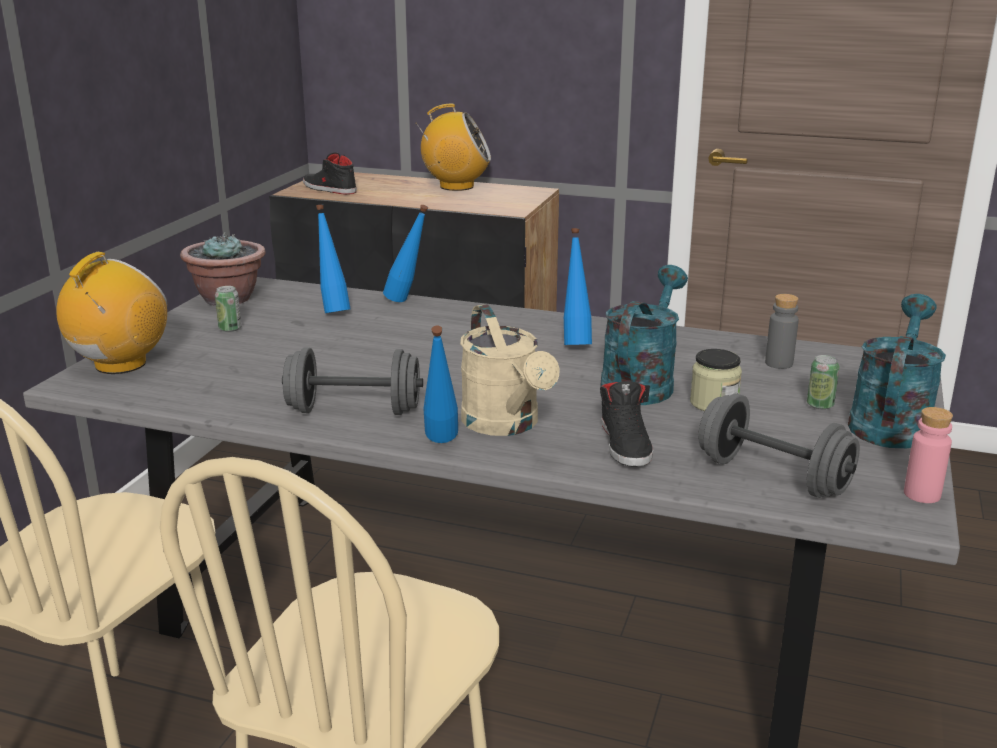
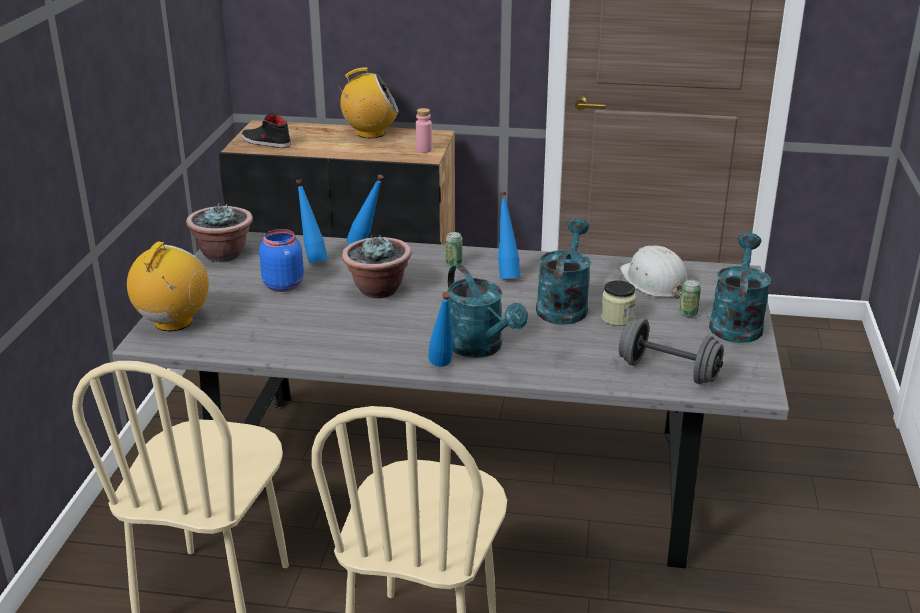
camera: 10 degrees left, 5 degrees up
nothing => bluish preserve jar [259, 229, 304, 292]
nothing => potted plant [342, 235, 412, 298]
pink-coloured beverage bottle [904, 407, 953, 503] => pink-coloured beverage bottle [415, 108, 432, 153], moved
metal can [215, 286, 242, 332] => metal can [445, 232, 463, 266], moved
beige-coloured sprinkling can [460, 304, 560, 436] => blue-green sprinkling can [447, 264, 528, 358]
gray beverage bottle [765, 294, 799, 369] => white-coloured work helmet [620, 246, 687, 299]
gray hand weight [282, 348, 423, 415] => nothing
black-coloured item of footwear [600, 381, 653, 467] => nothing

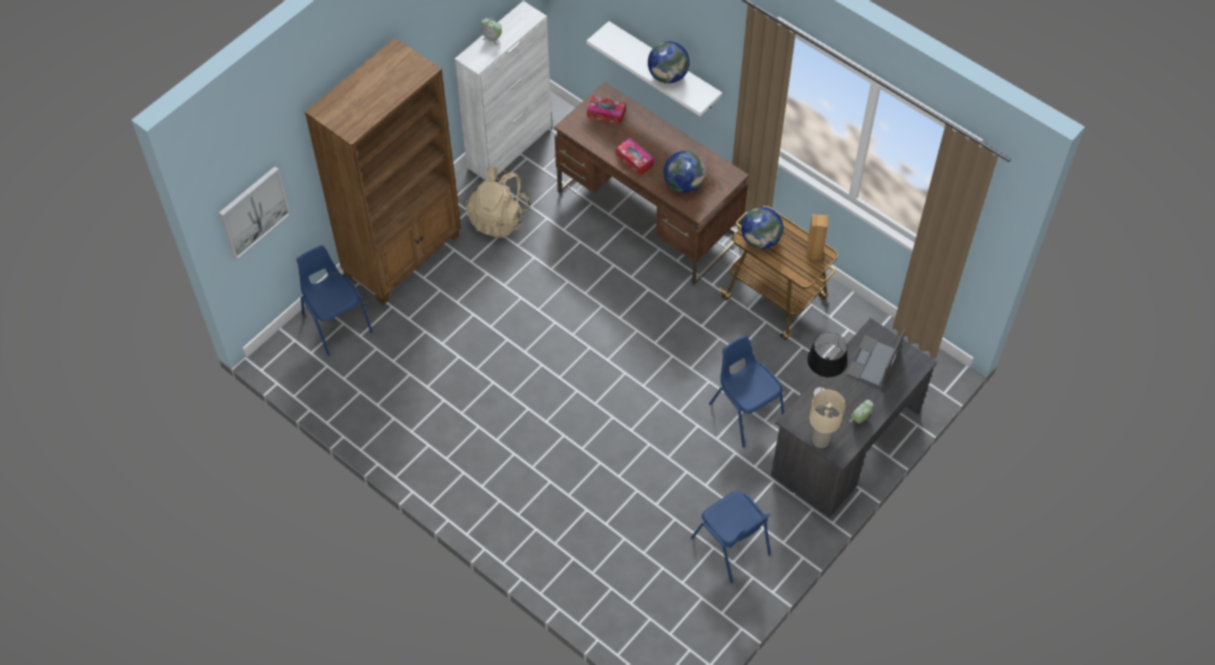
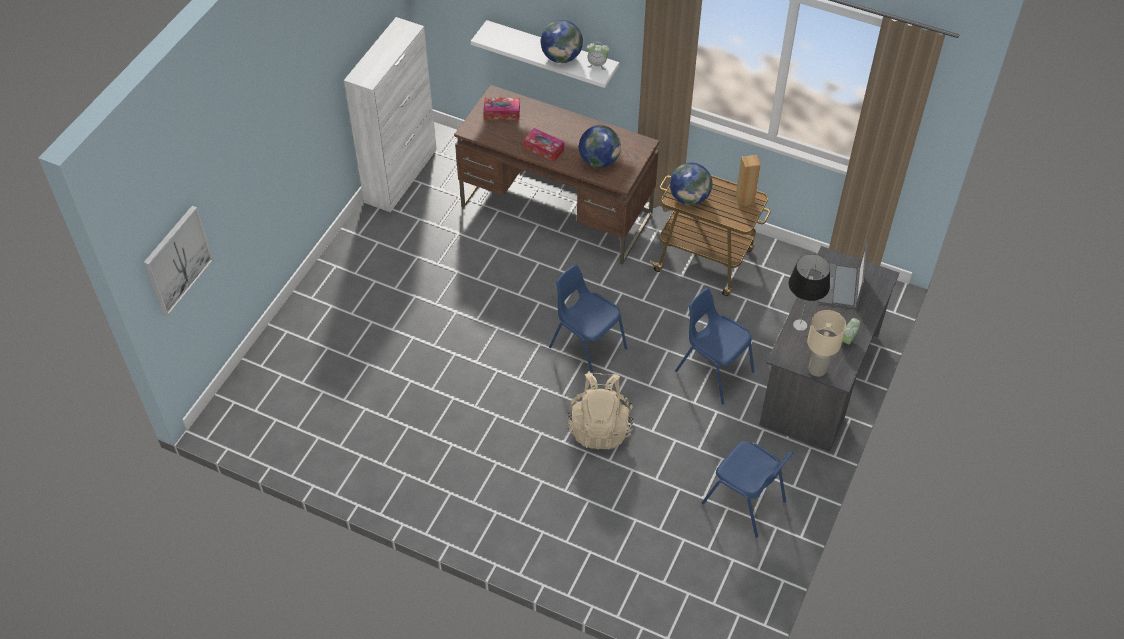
camera: 15 degrees left, 5 degrees down
bluish chair [297, 245, 373, 356] => bluish chair [549, 264, 627, 376], moved
beige-coloured knapsack [466, 166, 531, 238] => beige-coloured knapsack [567, 371, 633, 449], moved
bedside clock [481, 18, 502, 45] => bedside clock [587, 42, 609, 70], moved
brown-coloured bookshelf [305, 38, 461, 305] => nothing

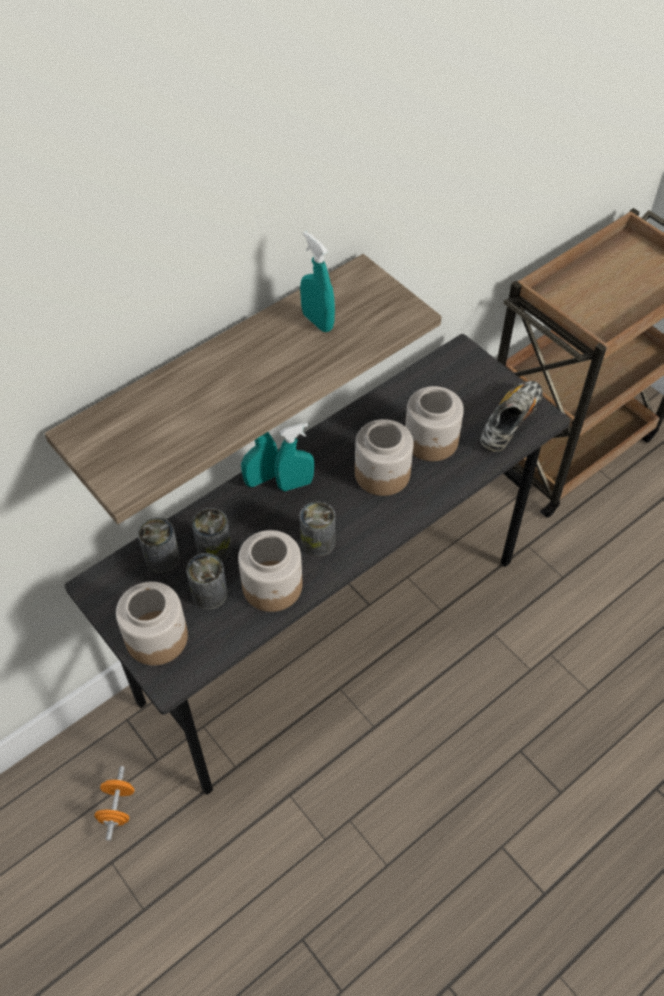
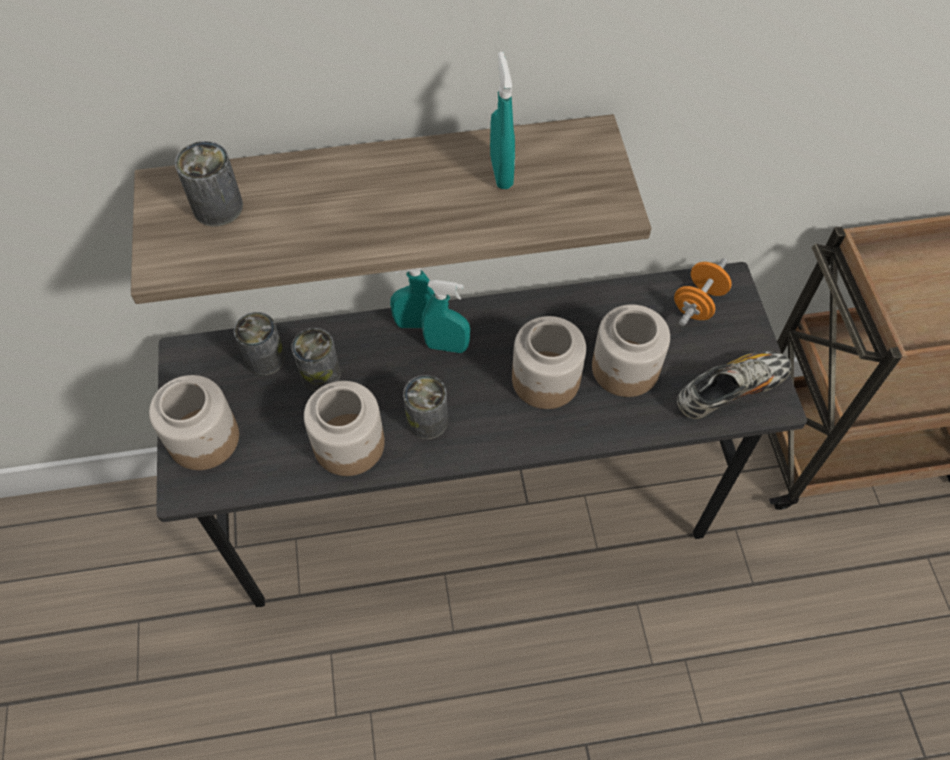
camera: 30 degrees right, 5 degrees up
metal can [186, 553, 228, 609] => metal can [175, 141, 243, 227], moved
orangey hand weight [95, 766, 134, 841] => orangey hand weight [674, 258, 732, 326], moved

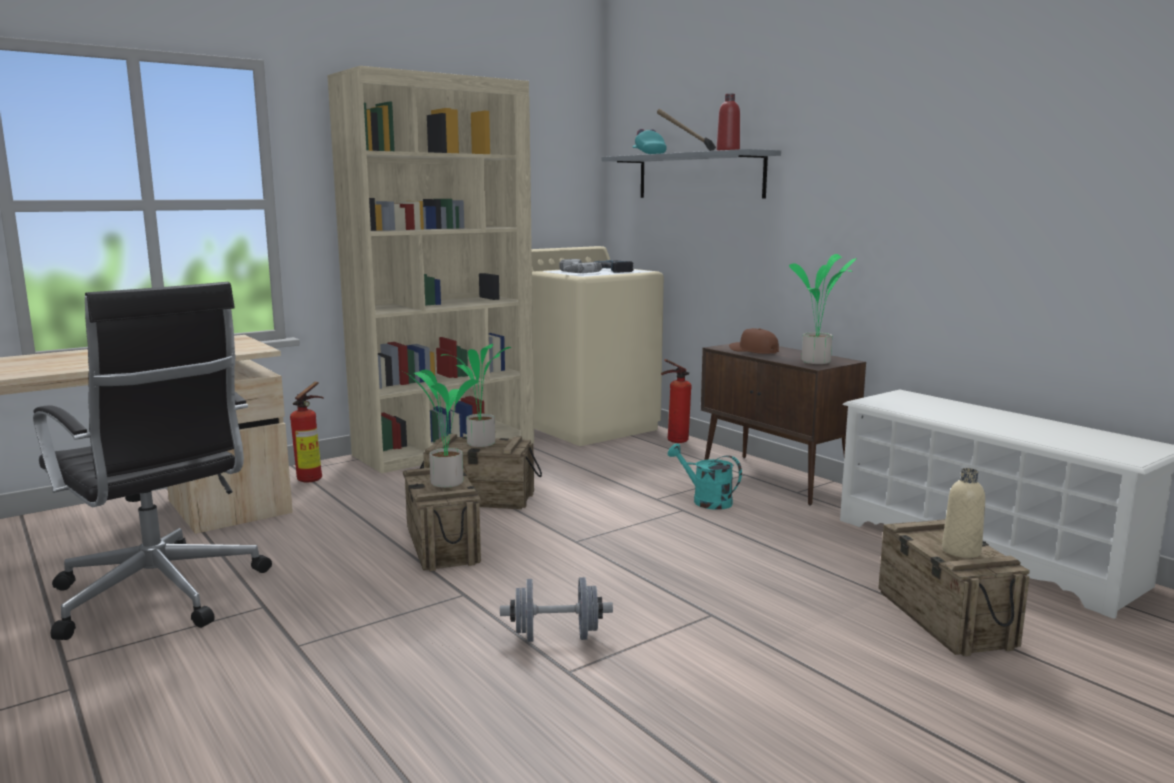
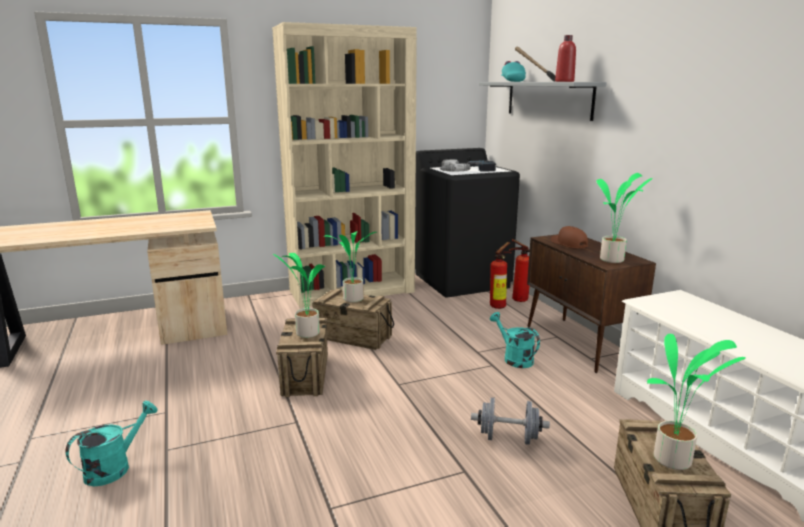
camera: 15 degrees right, 5 degrees up
nothing => blue-green sprinkling can [66, 401, 158, 486]
beige-coloured laundry machine [532, 246, 664, 446] => black-coloured laundry machine [415, 148, 520, 297]
gray hand weight [500, 577, 613, 642] => gray hand weight [471, 397, 550, 445], moved
extinguisher [290, 382, 324, 482] => extinguisher [490, 242, 512, 309], moved
beige-coloured beverage bottle [942, 468, 985, 558] => potted plant [647, 334, 746, 470]
black-coloured desk chair [33, 282, 272, 640] => nothing

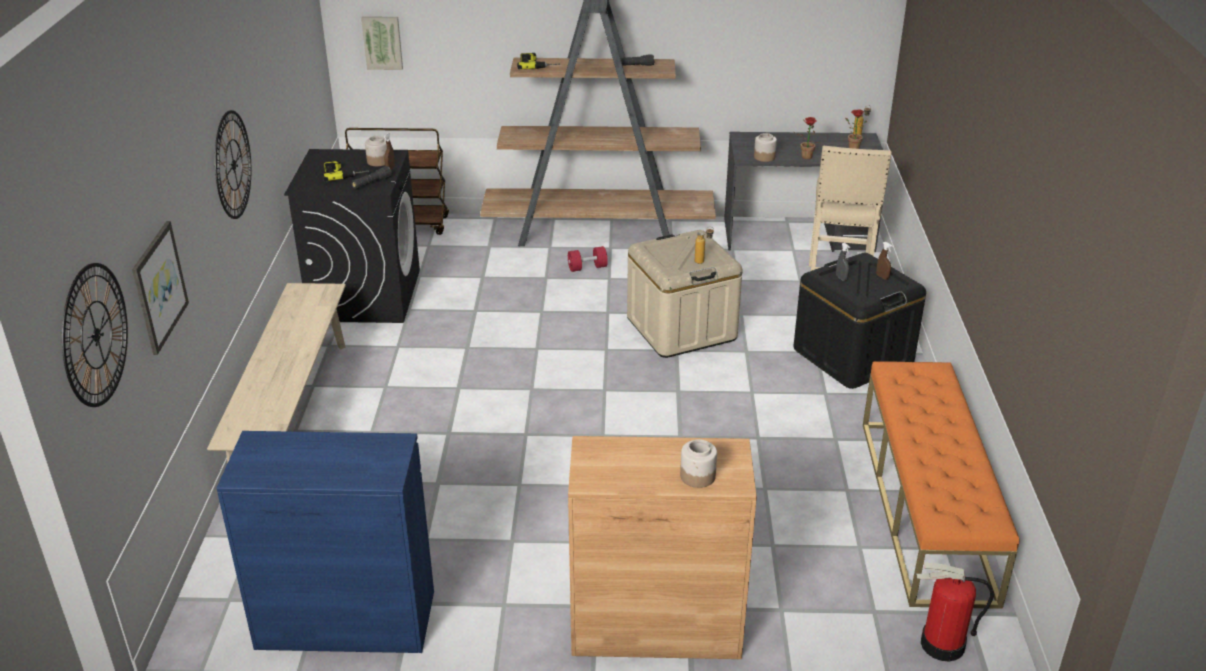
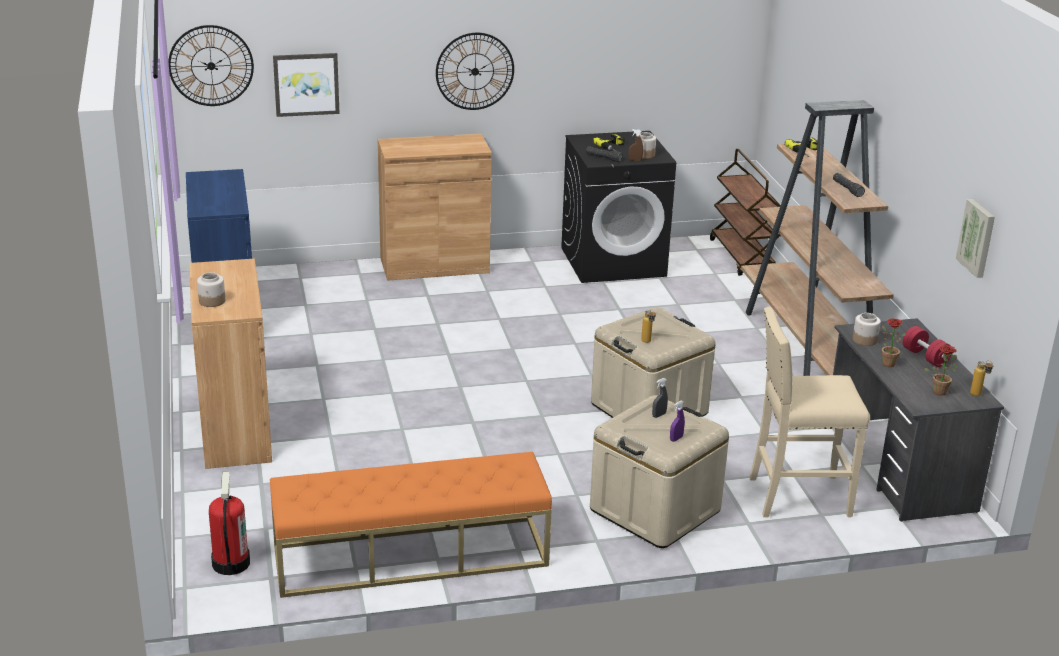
camera: 75 degrees right, 5 degrees down
beige-coloured indoor bench [207, 283, 346, 463] => brown-coloured storage cabinet [378, 134, 492, 281]
black-coloured storage container [794, 253, 926, 389] => beige-coloured storage container [590, 395, 729, 548]
brown-coloured spray bottle [876, 242, 893, 280] => purplish spray bottle [670, 400, 685, 442]
red-coloured hand weight [568, 246, 608, 272] => red-coloured hand weight [903, 326, 952, 367], moved
wall picture [361, 16, 403, 70] => wall picture [956, 199, 995, 278], moved

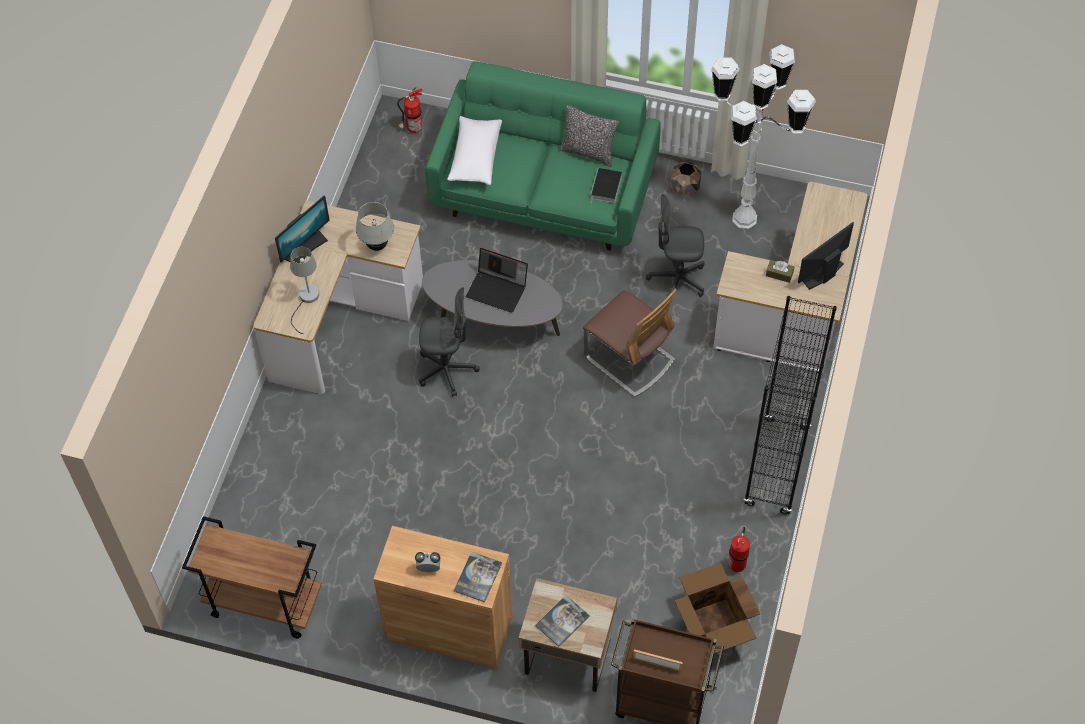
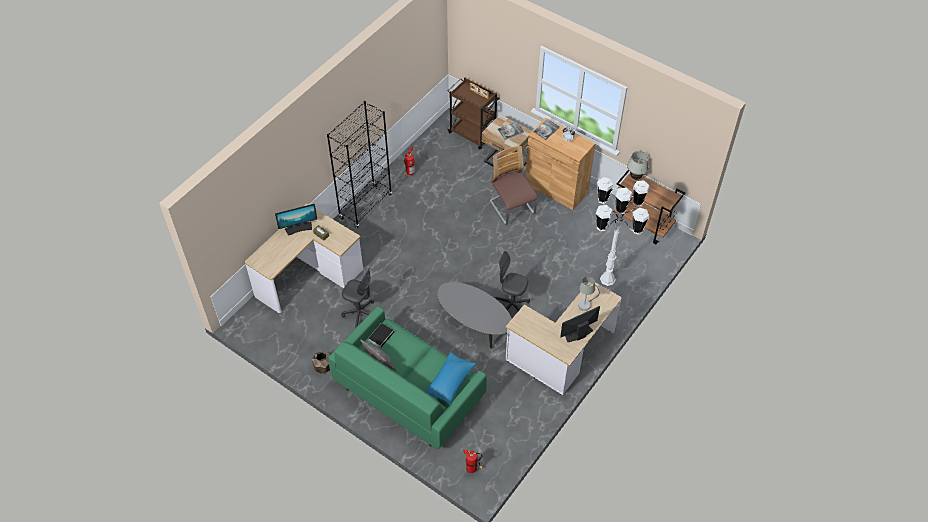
camera: 160 degrees left, 5 degrees down
white-coloured throw pillow [447, 116, 502, 185] => bluish throw pillow [425, 352, 475, 405]
chair [583, 289, 677, 397] => chair [489, 146, 538, 225], moved
white-coloured floor lamp [711, 44, 816, 229] => white-coloured floor lamp [596, 177, 650, 286], moved
white-coloured lamp for a table [356, 202, 394, 251] => white-coloured lamp for a table [627, 151, 649, 180], moved
notebook computer [466, 248, 528, 313] => nothing
carton [675, 563, 760, 654] => nothing

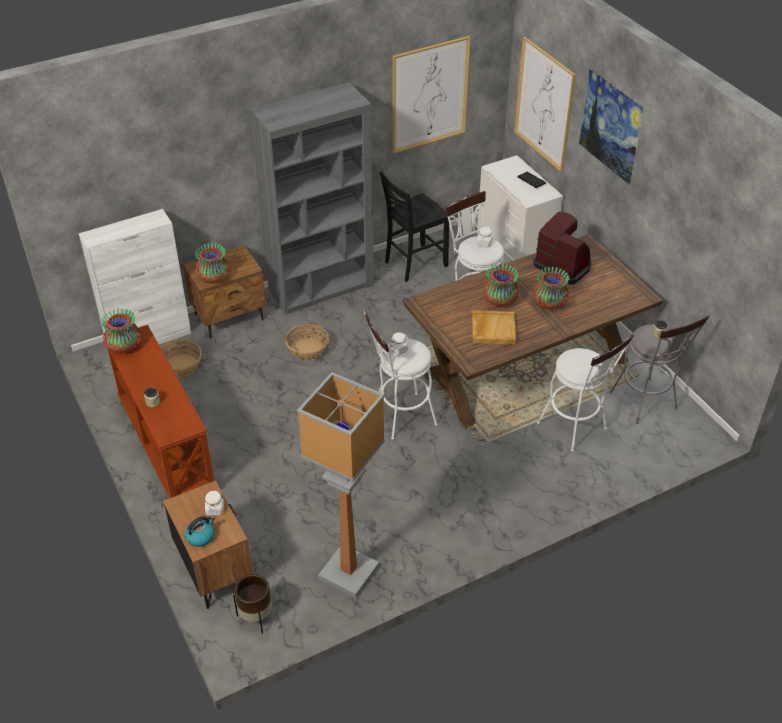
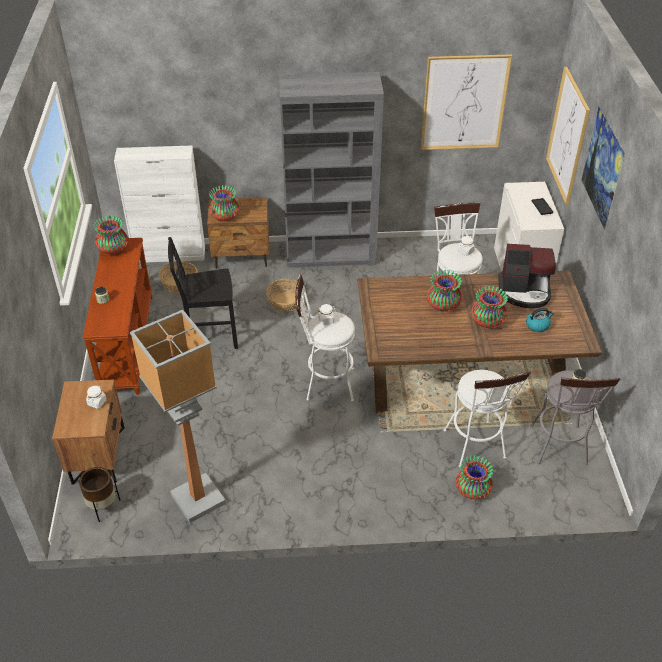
camera: 25 degrees right, 0 degrees up
black-coloured chair [380, 171, 449, 282] => black-coloured chair [168, 237, 238, 349], moved
nothing => flower vase [455, 455, 494, 500]
coffee brewer [533, 212, 592, 285] => coffee brewer [498, 244, 556, 308], 120 degrees clockwise
kettle [185, 516, 215, 547] => kettle [526, 308, 554, 332], moved
beige-coloured serving tray [472, 310, 516, 344] => nothing

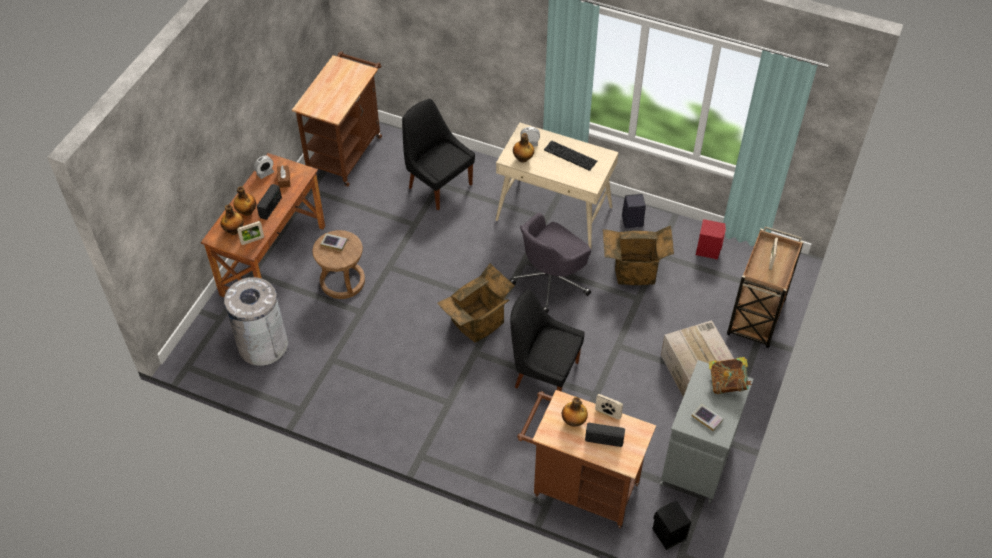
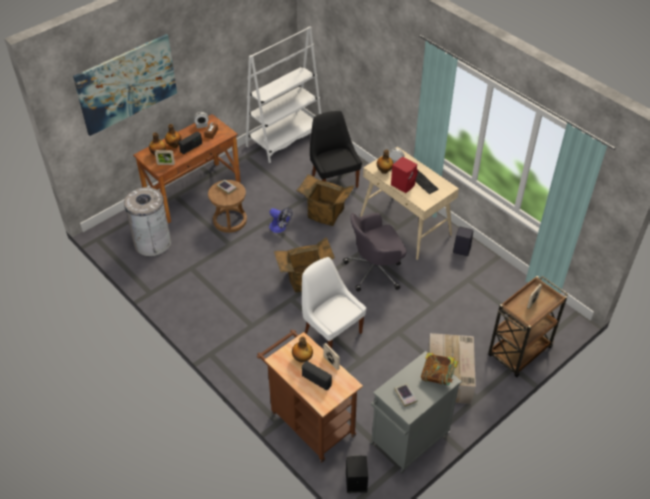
camera: 25 degrees right, 5 degrees down
nothing => wall picture [73, 34, 177, 136]
brown-coloured trolley [292, 51, 382, 187] => white-coloured bookshelf [245, 26, 321, 163]
nothing => fan [269, 207, 292, 233]
carton [603, 225, 674, 285] => carton [296, 174, 354, 226], moved
black-coloured chair [510, 289, 585, 392] => white-coloured chair [302, 257, 367, 348]
red-coloured speaker [696, 219, 726, 259] => red-coloured speaker [391, 156, 418, 193], moved

